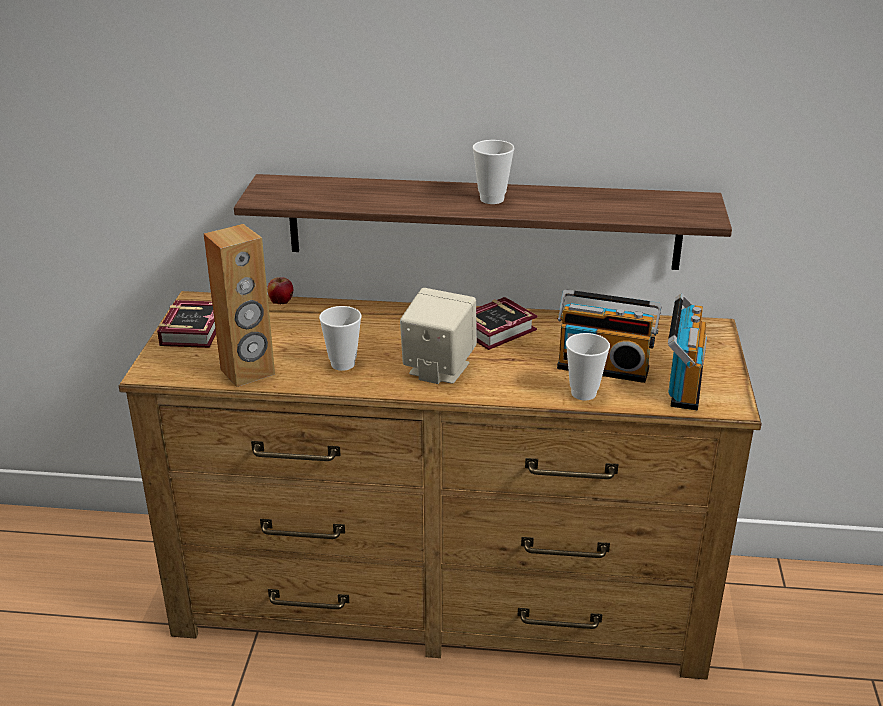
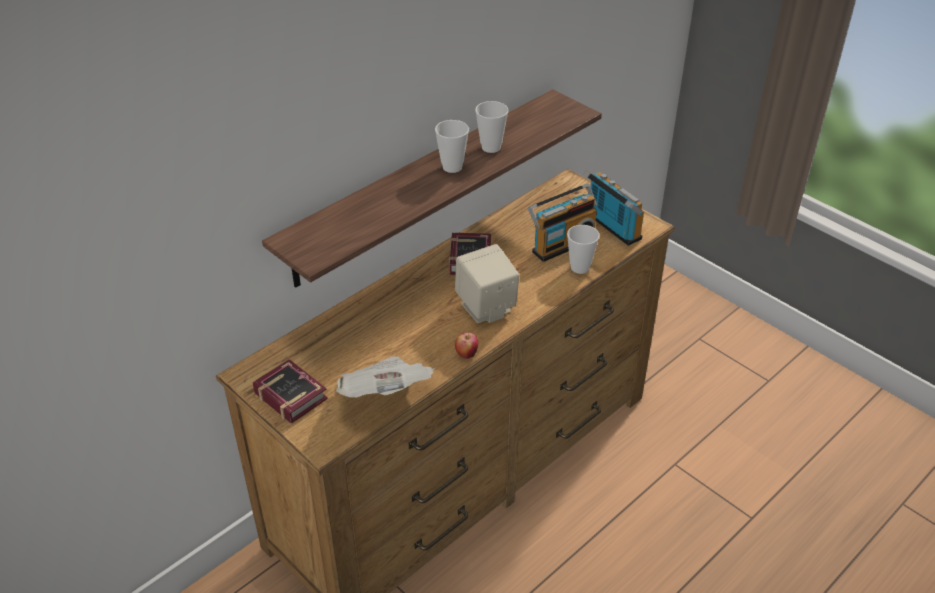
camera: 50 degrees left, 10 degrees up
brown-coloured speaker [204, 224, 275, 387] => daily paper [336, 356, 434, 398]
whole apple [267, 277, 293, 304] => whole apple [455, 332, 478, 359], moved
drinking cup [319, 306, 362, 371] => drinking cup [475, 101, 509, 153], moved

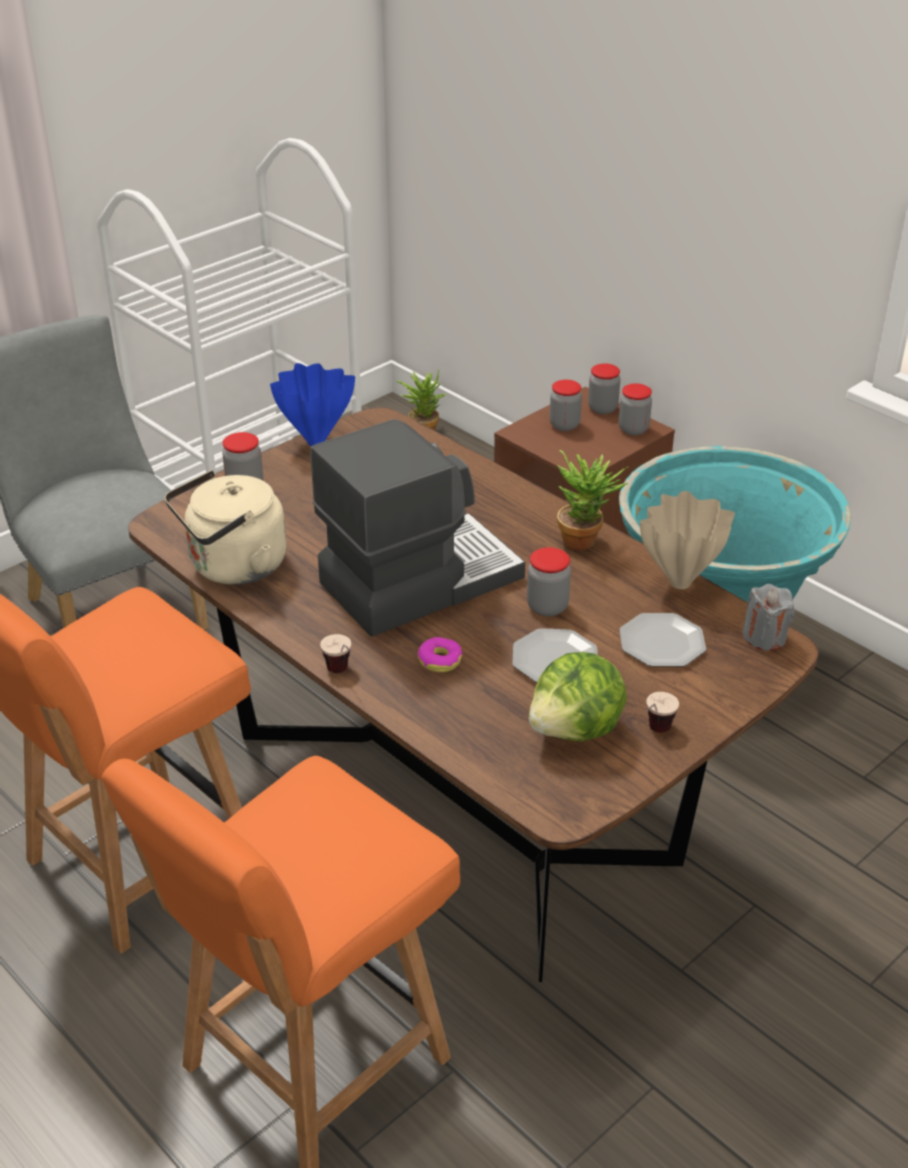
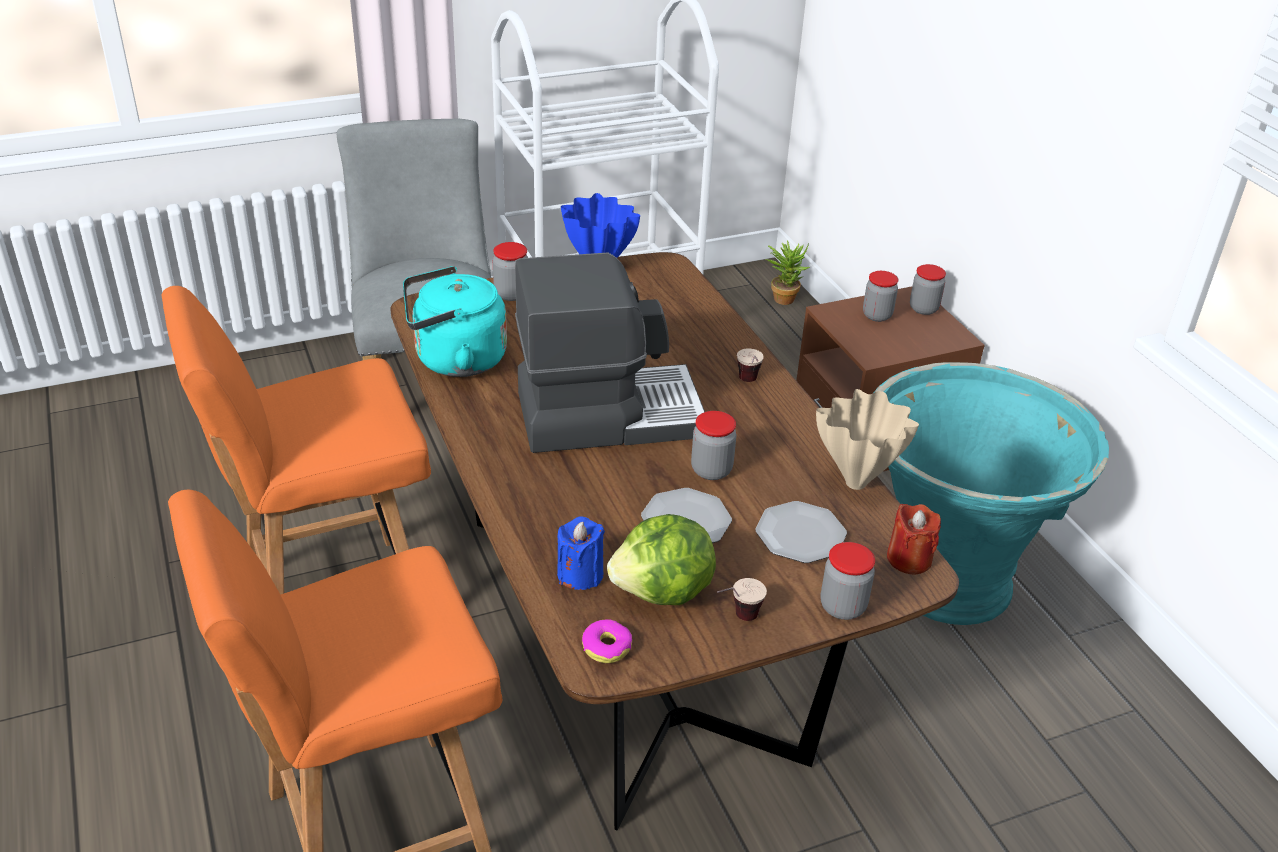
camera: 20 degrees right, 0 degrees up
beige-coloured kettle [165, 470, 286, 585] => blue-green kettle [403, 266, 507, 377]
nothing => bluish candle [557, 516, 605, 590]
ring doughnut [417, 637, 463, 672] => ring doughnut [582, 619, 632, 663], moved
drinking cup [320, 634, 352, 673] => drinking cup [737, 348, 764, 382], moved
preserve jar [619, 383, 652, 435] => preserve jar [820, 542, 875, 620], moved
gray candle [742, 584, 795, 651] => red-coloured candle [887, 504, 941, 575]
potted plant [557, 450, 628, 550] => nothing

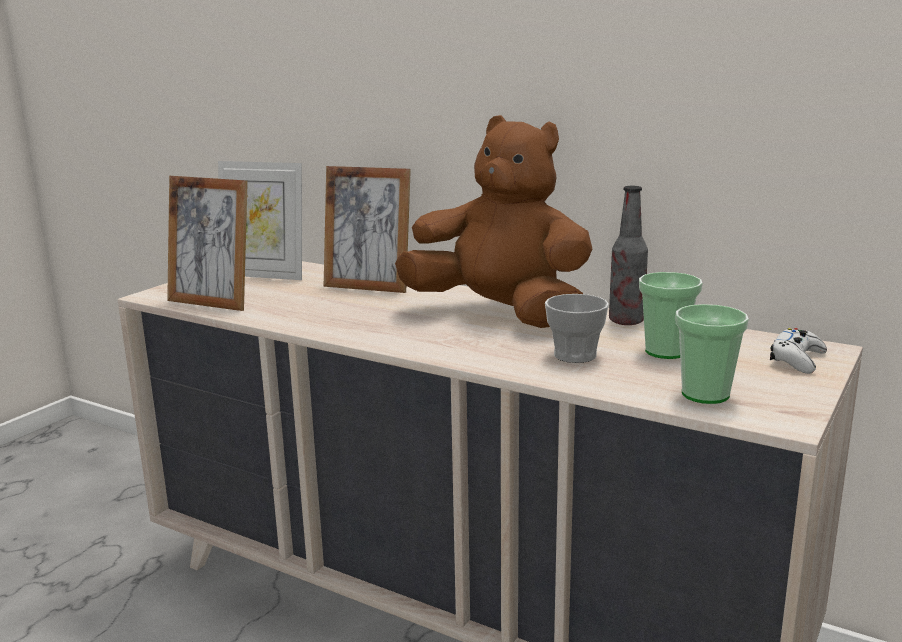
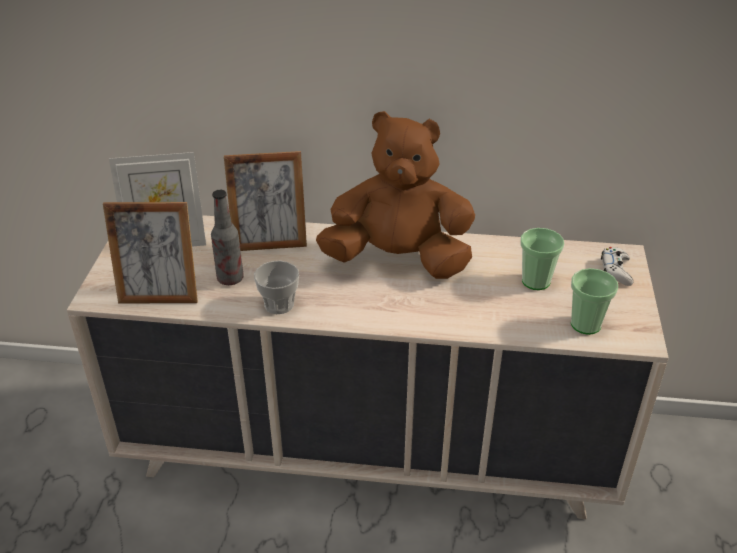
camera: 25 degrees left, 20 degrees up
beverage bottle [609, 186, 648, 325] => beverage bottle [211, 190, 244, 285], moved
drinking cup [545, 294, 609, 363] => drinking cup [254, 261, 299, 314], moved

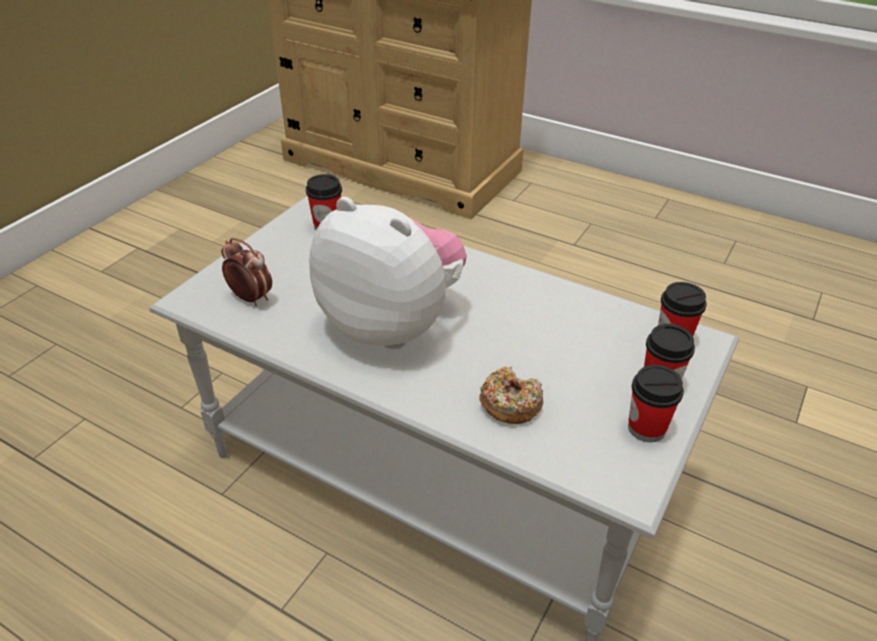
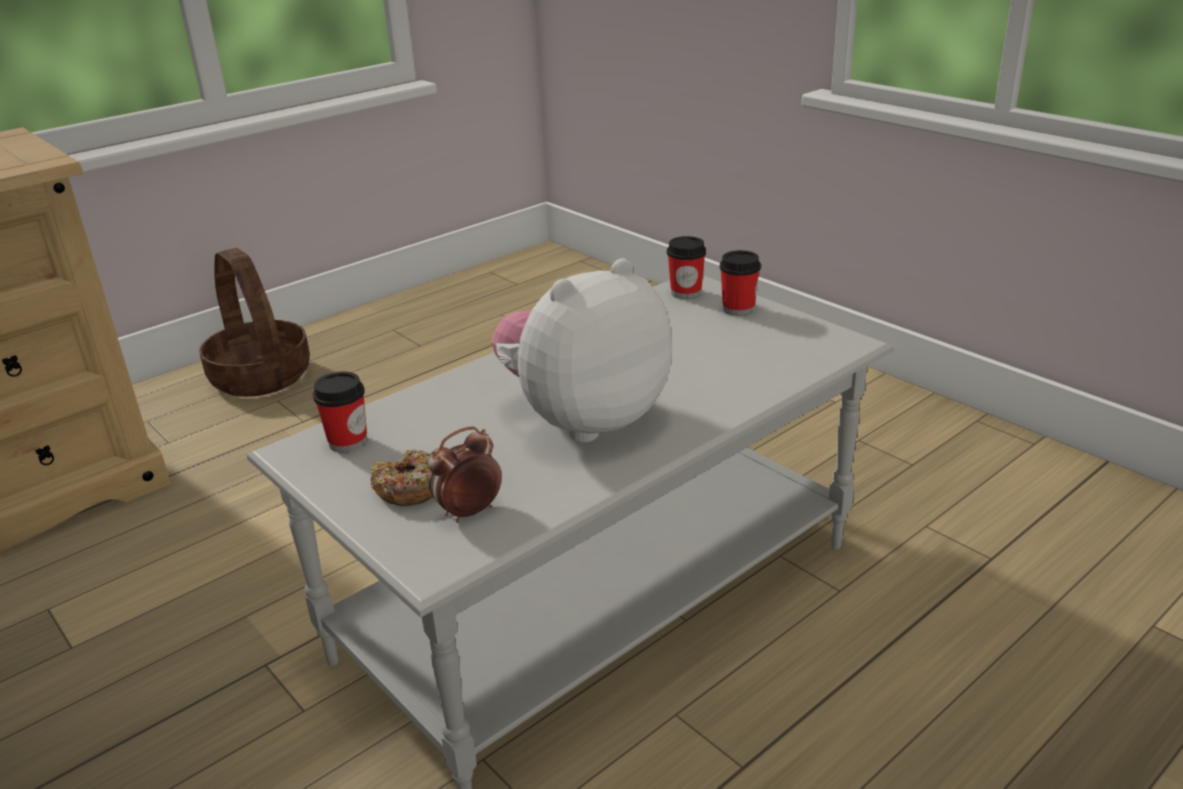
camera: 70 degrees left, 10 degrees down
nothing => storage basket [199, 248, 310, 397]
ring doughnut [479, 367, 543, 424] => ring doughnut [370, 449, 433, 506], moved
drinking cup [628, 365, 684, 442] => nothing

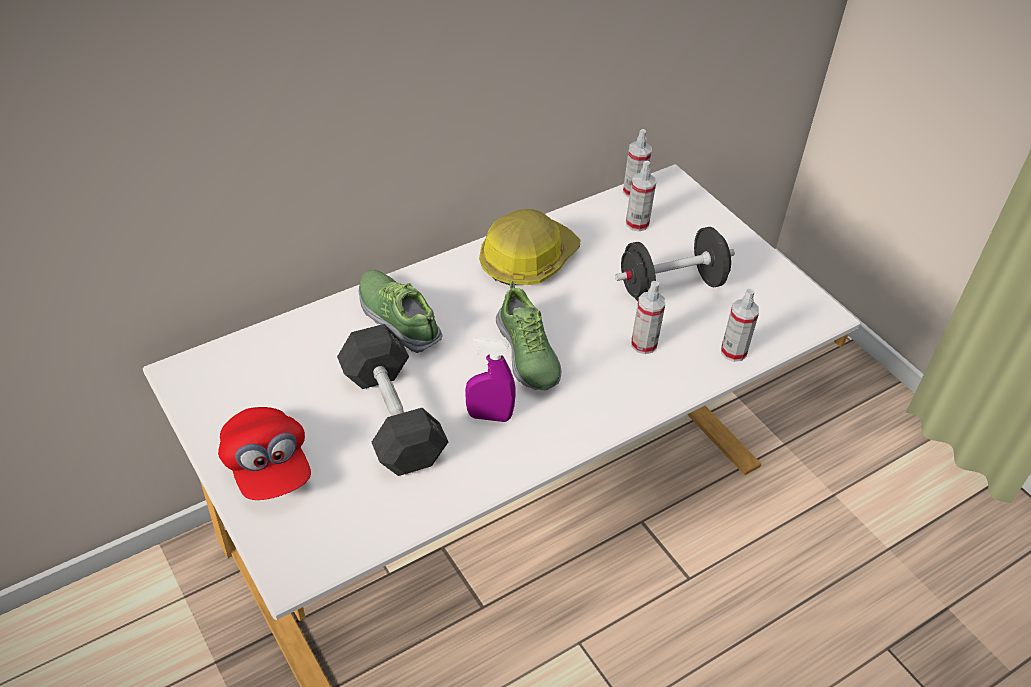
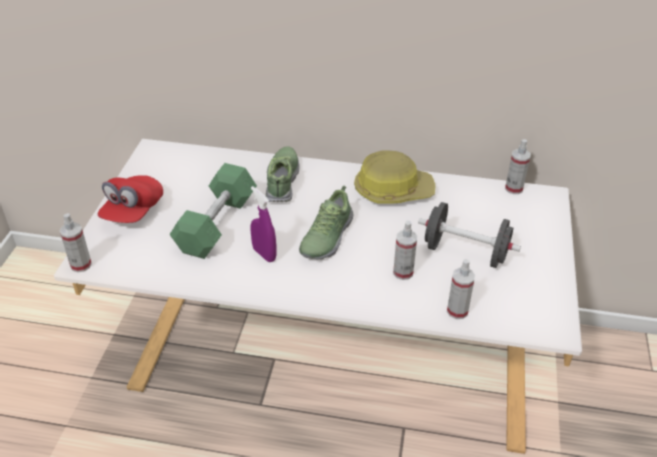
camera: 45 degrees right, 5 degrees down
spray bottle [626, 161, 656, 231] => spray bottle [60, 213, 92, 272], moved
gray hand weight [337, 324, 448, 476] => green hand weight [169, 163, 257, 259]

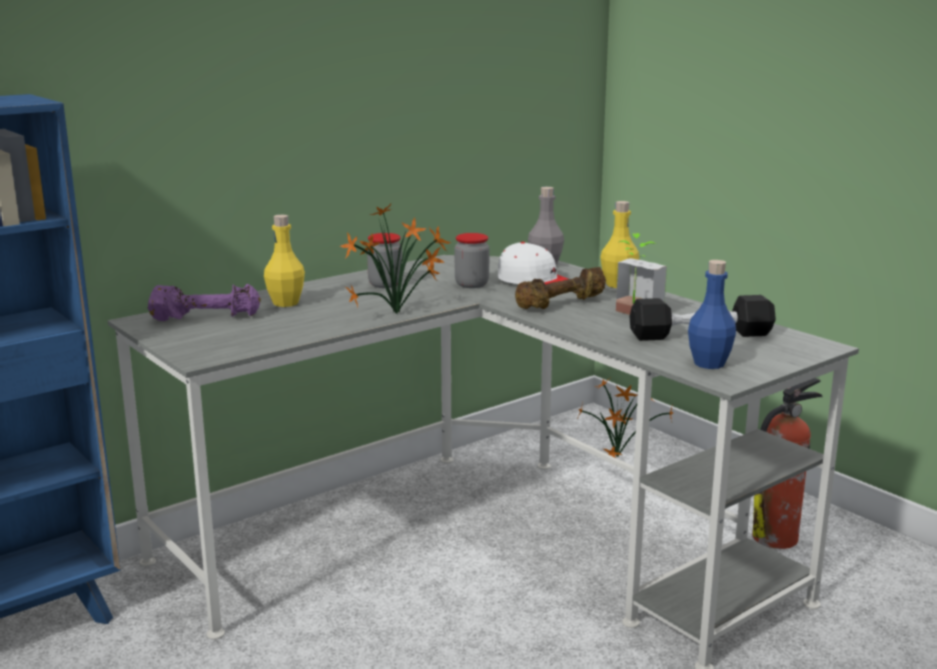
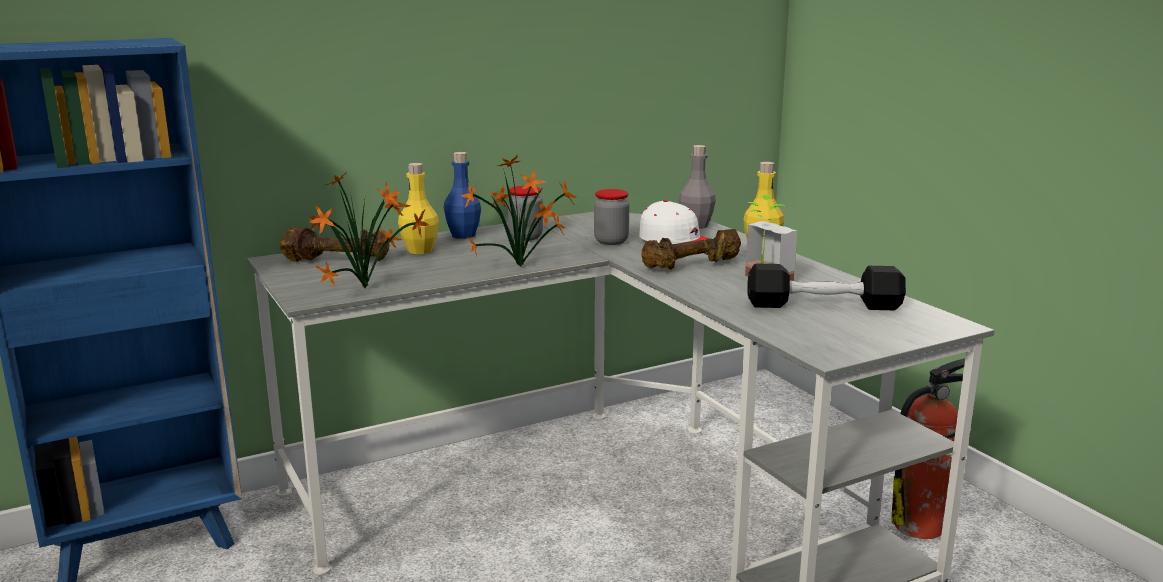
camera: 10 degrees right, 0 degrees up
purplish hand weight [148, 284, 261, 321] => brown-coloured hand weight [280, 227, 390, 262]
potted plant [578, 378, 673, 458] => potted plant [308, 170, 429, 289], moved
bluish beverage bottle [688, 260, 736, 369] => bluish beverage bottle [444, 152, 481, 239], moved

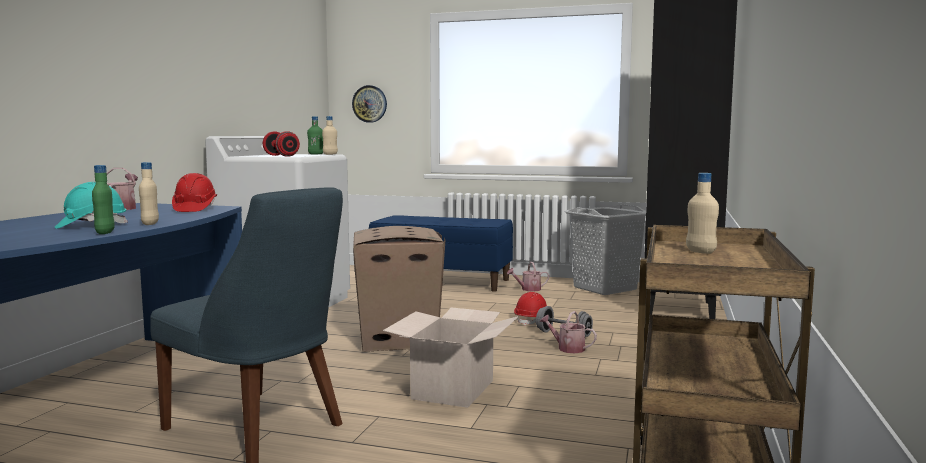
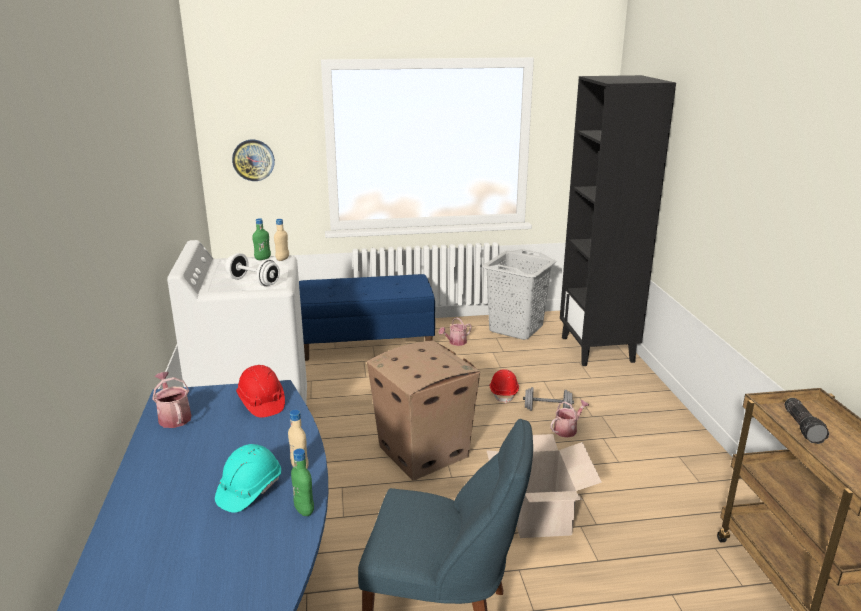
camera: 25 degrees left, 15 degrees up
red-coloured hand weight [263, 131, 300, 157] => white-coloured hand weight [225, 253, 280, 287]
sprinkling can [539, 311, 597, 353] => sprinkling can [550, 400, 589, 438], 135 degrees clockwise
beige-coloured beverage bottle [686, 173, 719, 254] => torch [785, 398, 829, 444]

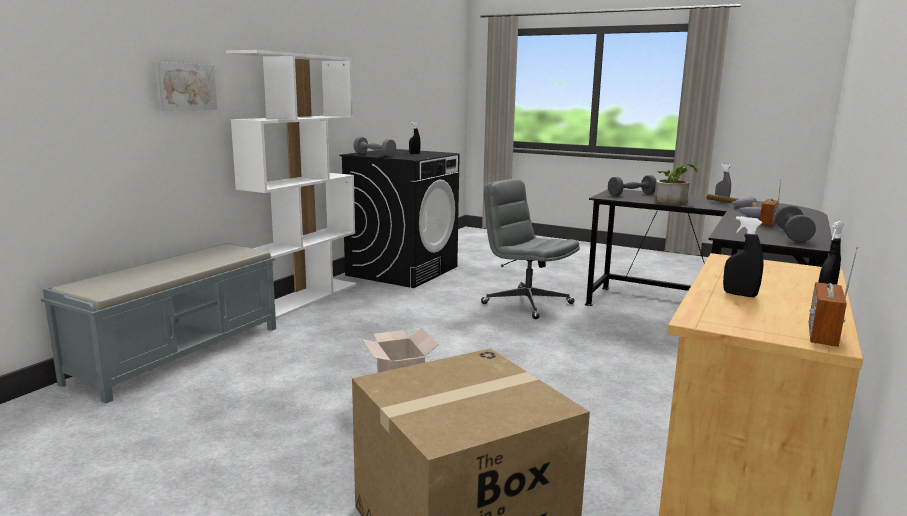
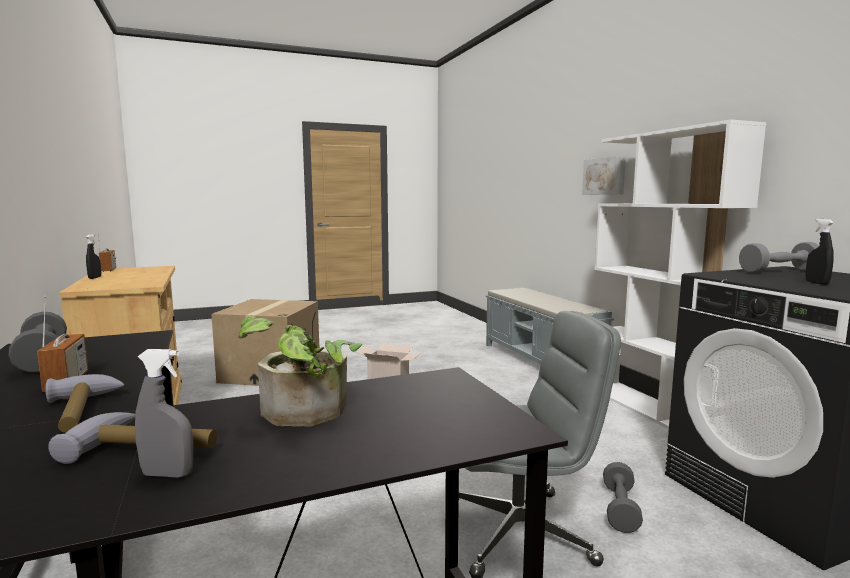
camera: 130 degrees right, 5 degrees down
gray hand weight [608, 175, 657, 196] => gray hand weight [603, 462, 643, 533], moved
black-coloured spray bottle [723, 216, 764, 297] => nothing

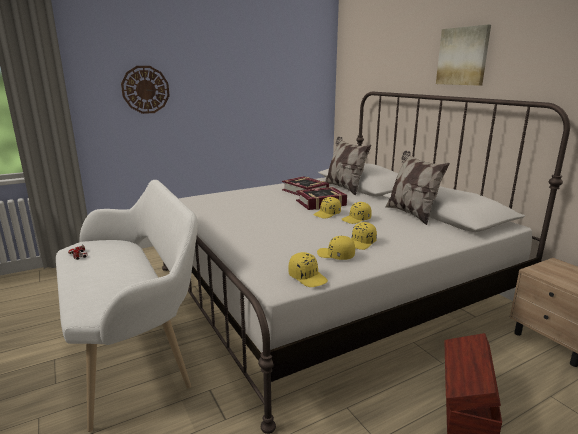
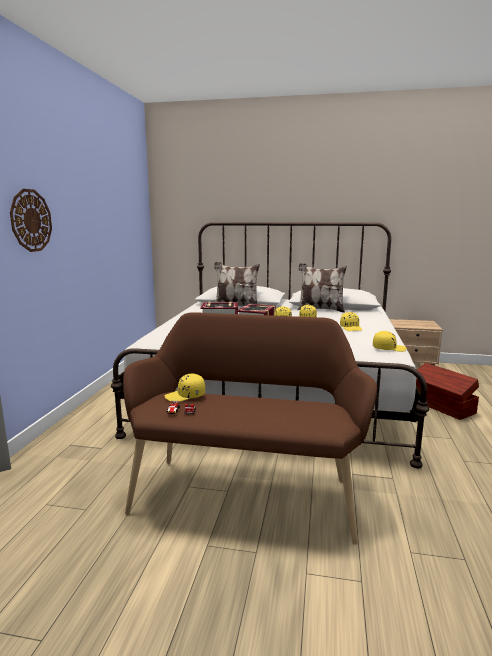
camera: 50 degrees left, 5 degrees down
white-coloured indoor bench [56, 180, 198, 432] => brown-coloured indoor bench [123, 312, 377, 545]
yellowish baseball cap [317, 236, 355, 260] => yellowish baseball cap [165, 374, 205, 402], moved
wall picture [436, 25, 491, 86] => nothing

